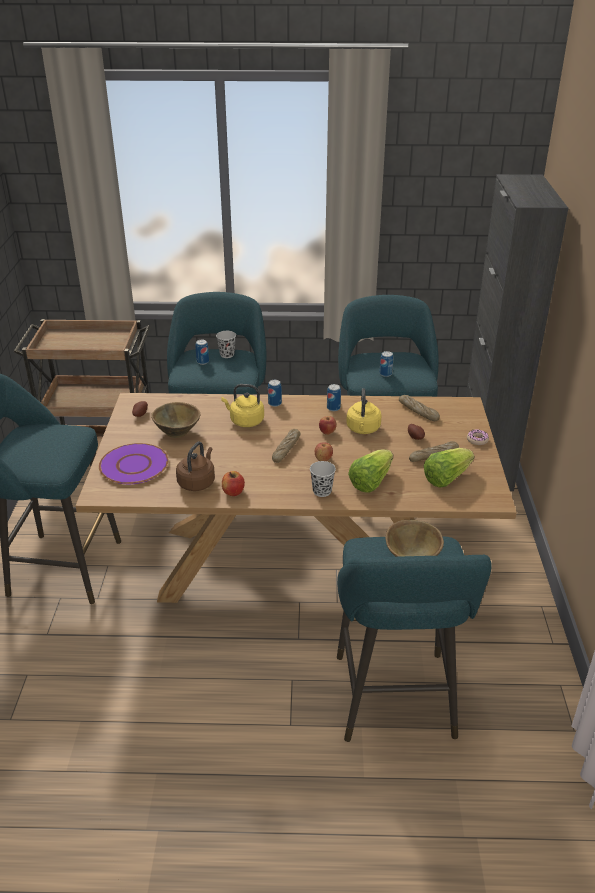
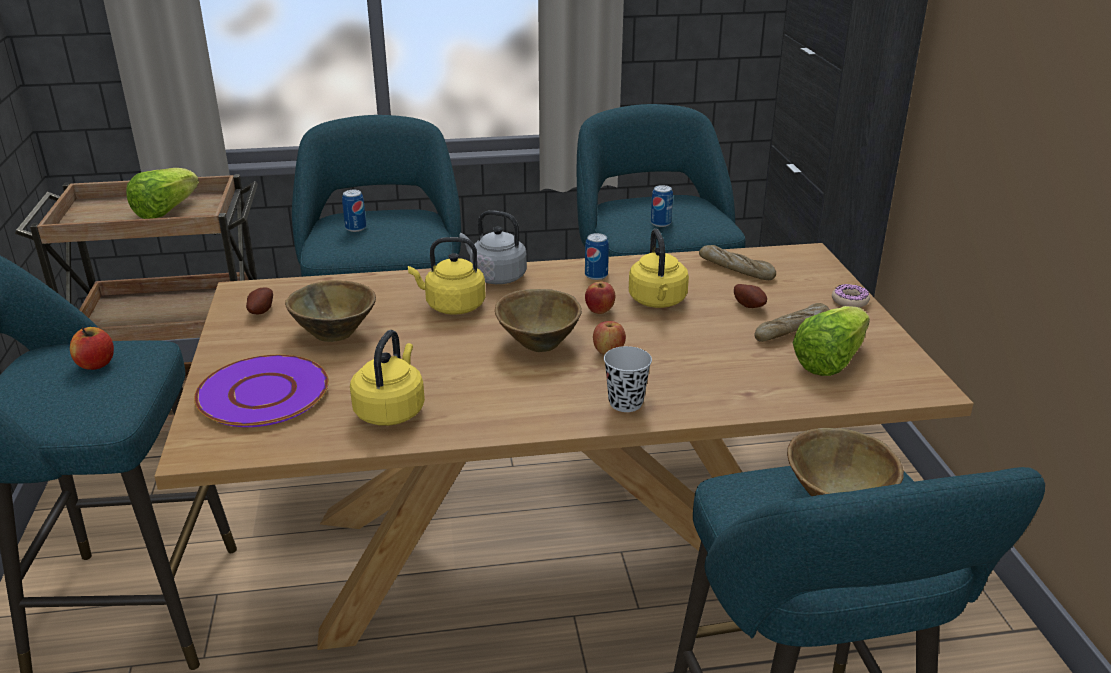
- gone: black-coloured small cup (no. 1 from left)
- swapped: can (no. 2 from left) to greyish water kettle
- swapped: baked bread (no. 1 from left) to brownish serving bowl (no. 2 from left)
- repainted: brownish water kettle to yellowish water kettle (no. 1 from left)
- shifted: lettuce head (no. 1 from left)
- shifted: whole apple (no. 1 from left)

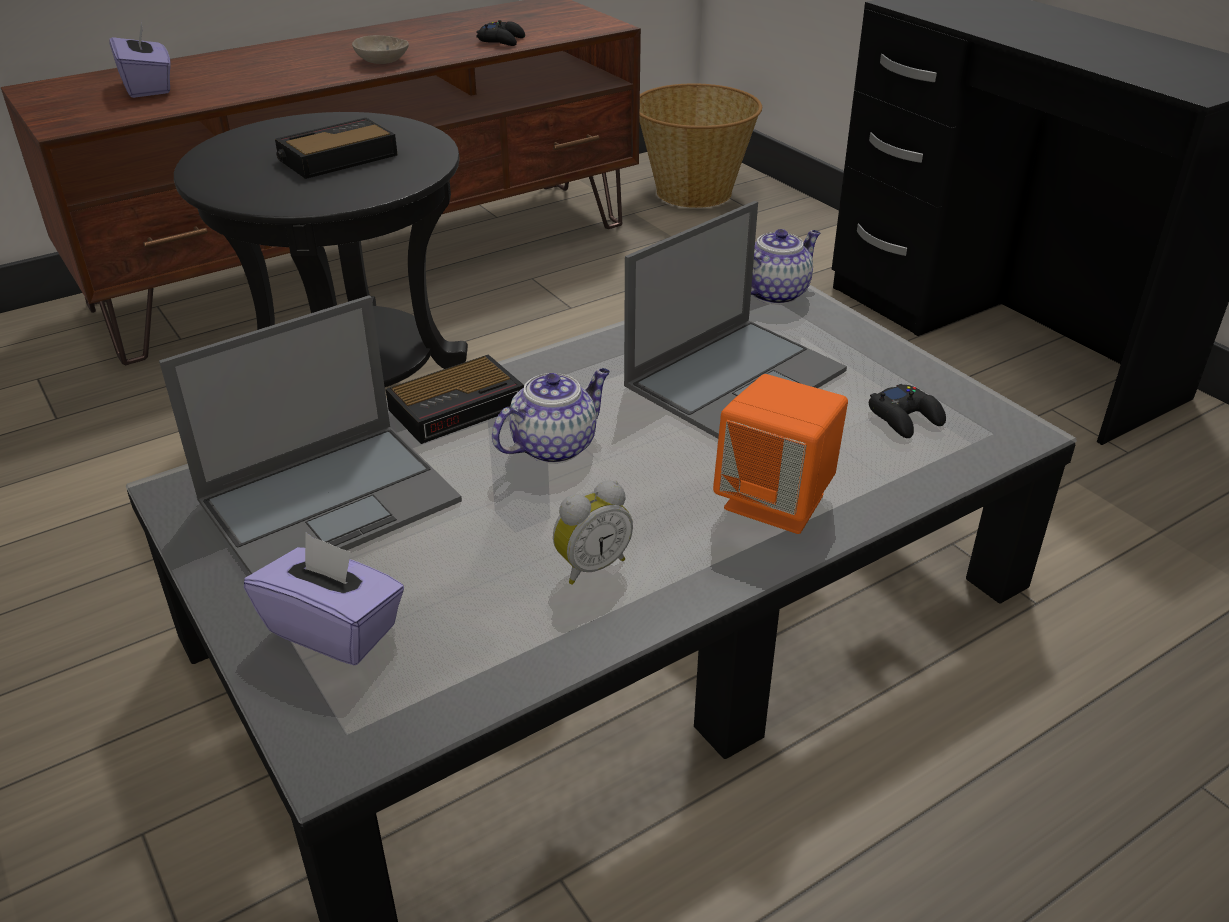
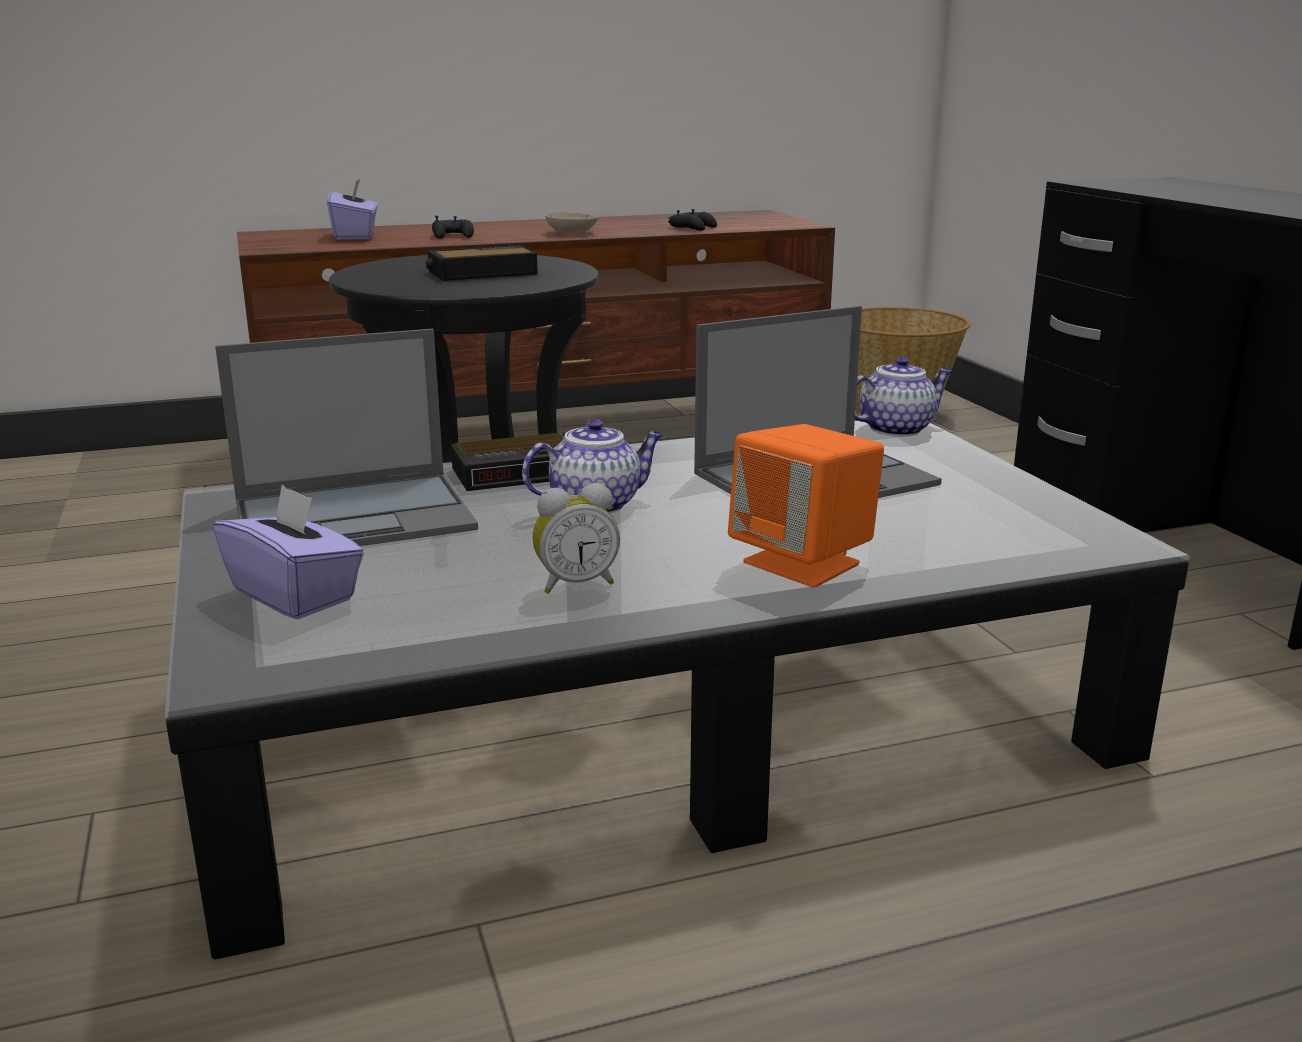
- shifted: black-coloured joypad (no. 2 from left in the first image) to black-coloured joypad (no. 1 from left)

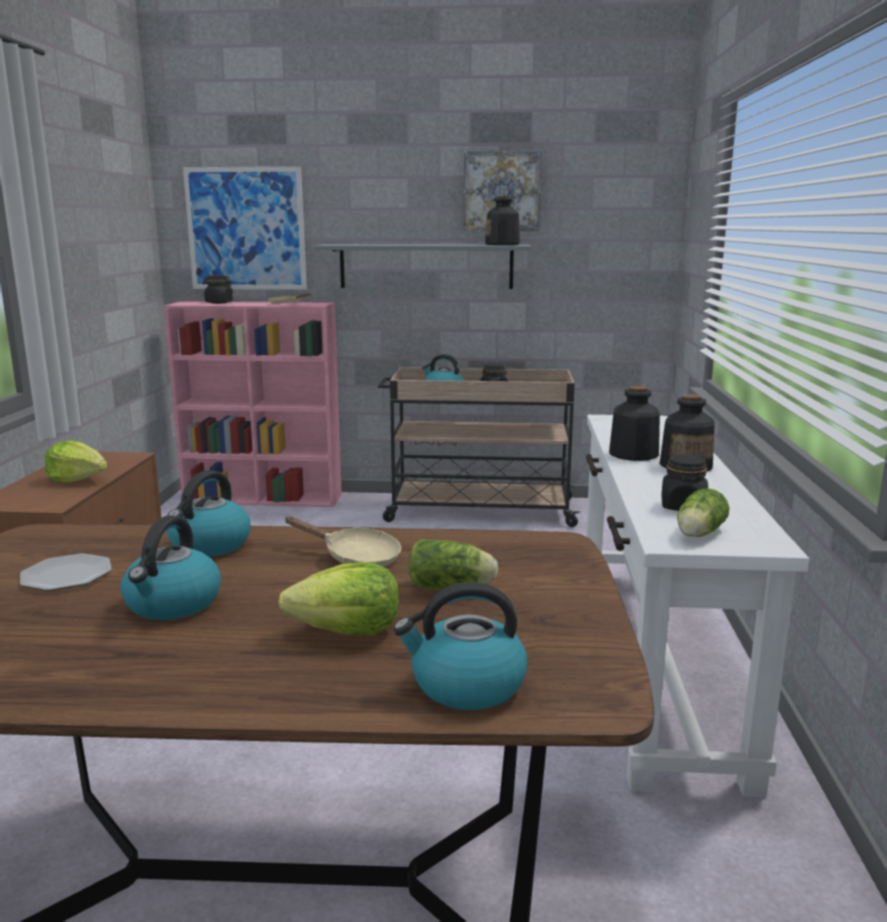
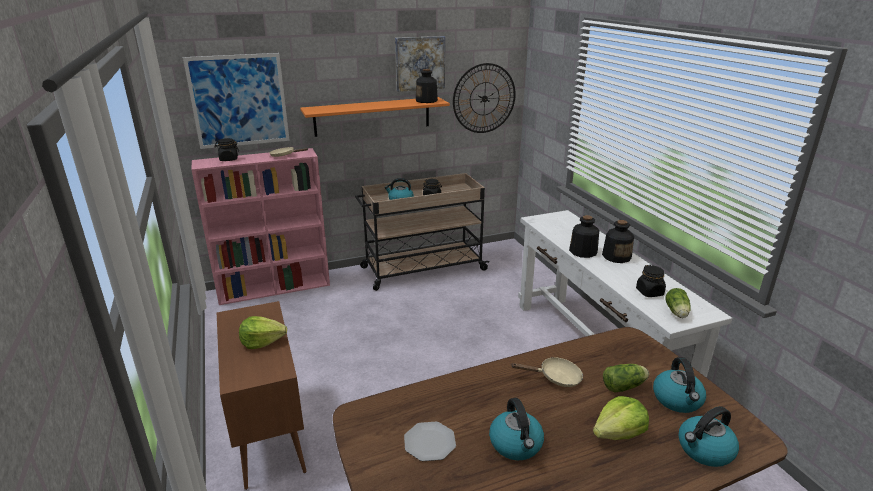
- repainted: greyish wall shelf to orange-coloured wall shelf
- shifted: water kettle (no. 2 from left in the first image) to water kettle (no. 3 from left)
- new: wall clock

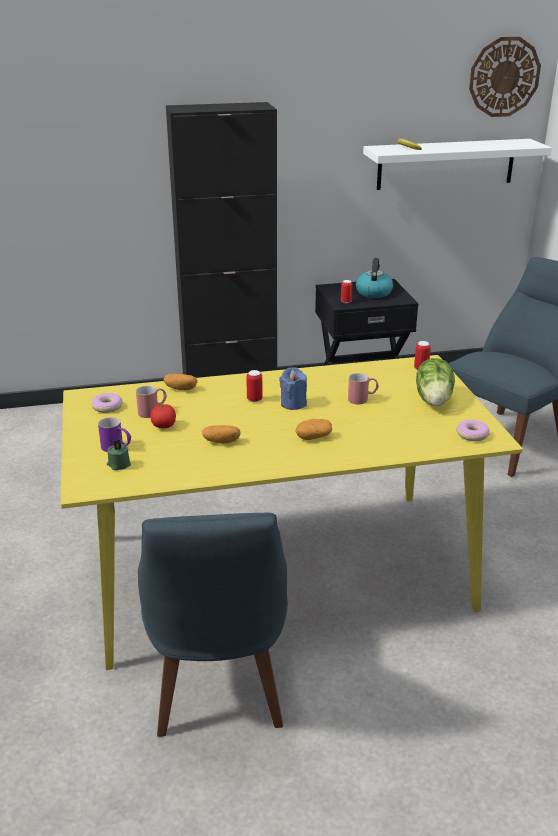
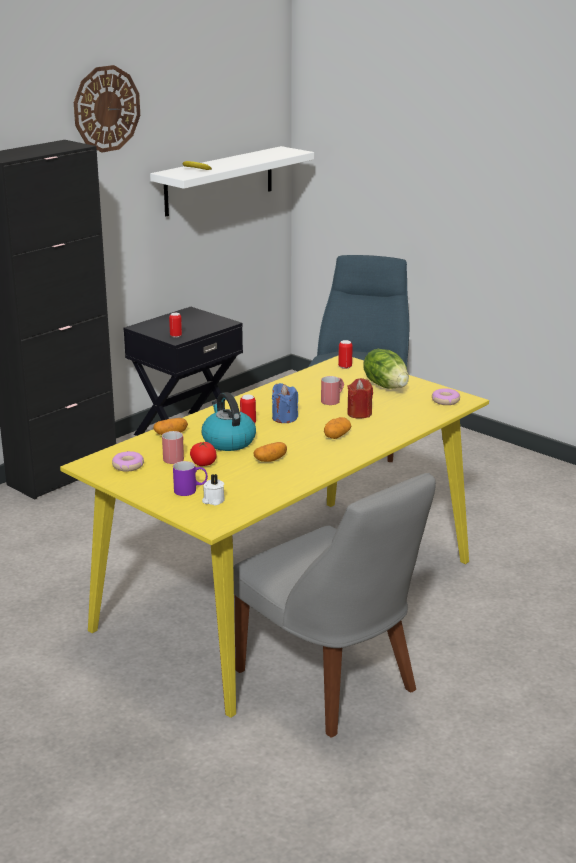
- shifted: wall clock
- shifted: water kettle
- repainted: greenish candle to white-coloured candle
- repainted: blue chair (no. 1 from left) to greyish chair
- new: red-coloured candle

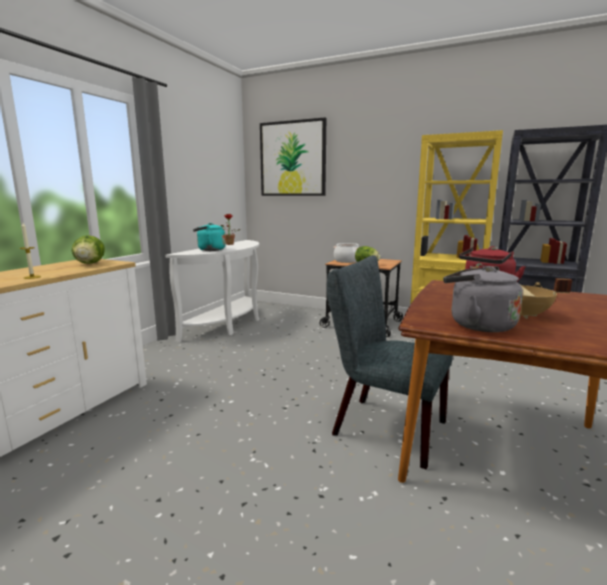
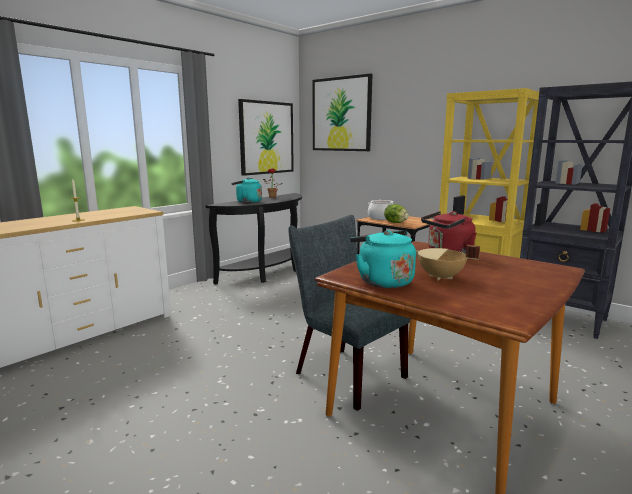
- gone: lettuce head (no. 1 from left)
- repainted: white-coloured hall table to black-coloured hall table
- repainted: greyish water kettle to turquoise-coloured water kettle (no. 2 from left)
- new: wall picture (no. 1 from left)

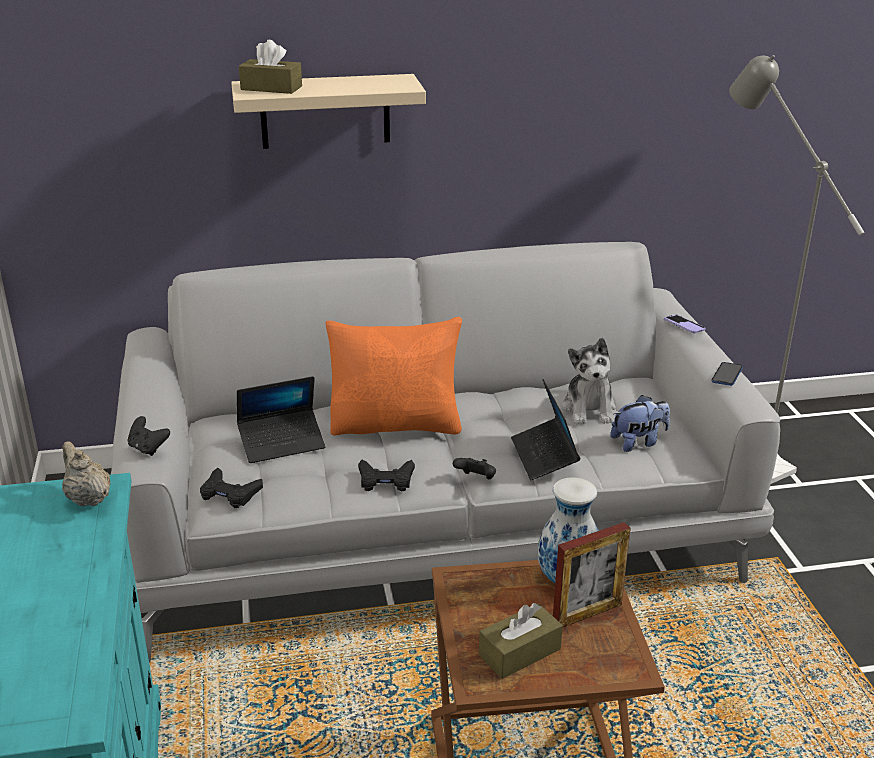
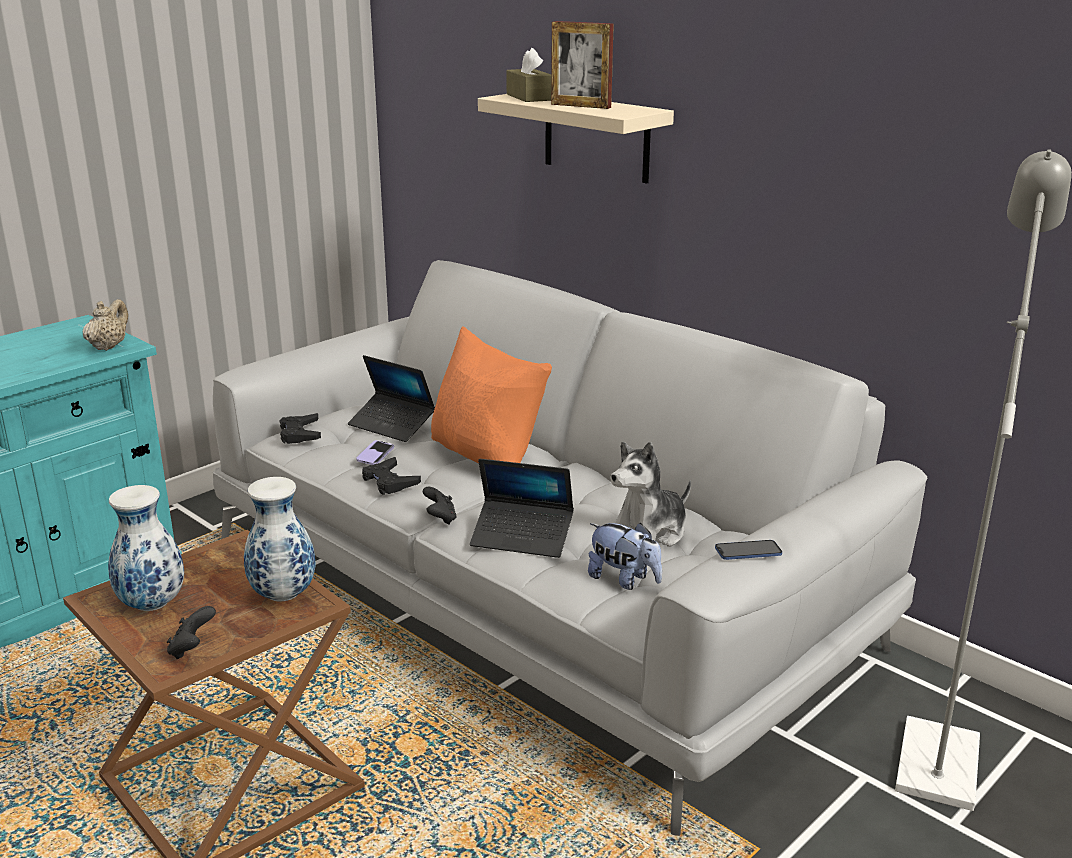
- shifted: telephone (no. 1 from left)
- rotated: portable computer (no. 2 from left) 120 degrees counterclockwise
- shifted: black-coloured joypad (no. 1 from left)
- shifted: standing frame
- swapped: brownish tissue box (no. 2 from left) to vase (no. 1 from left)

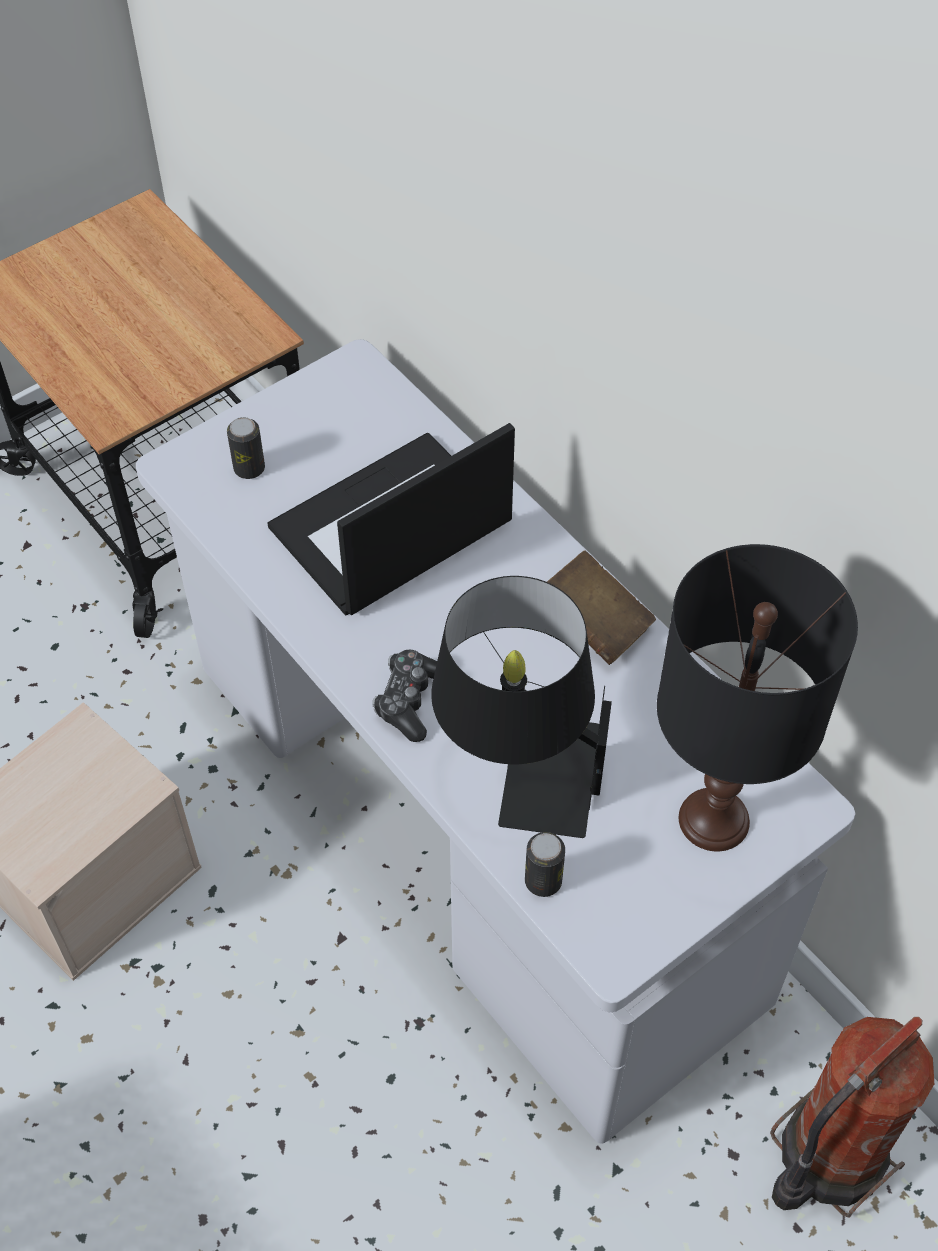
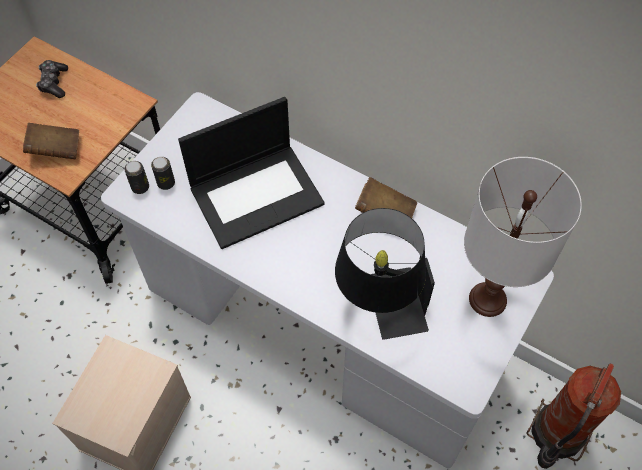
- rotated: portable computer 150 degrees counterclockwise
- repainted: black-coloured lamp for a table (no. 2 from left) to white-coloured lamp for a table
- shifted: joypad
- shifted: can (no. 2 from left in the first image) to can (no. 1 from left)
- new: brownish book (no. 1 from left)

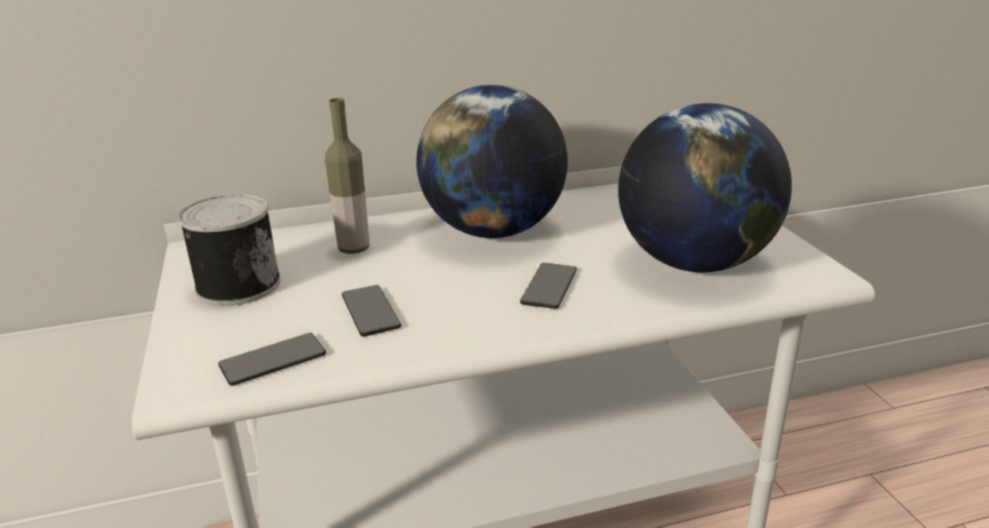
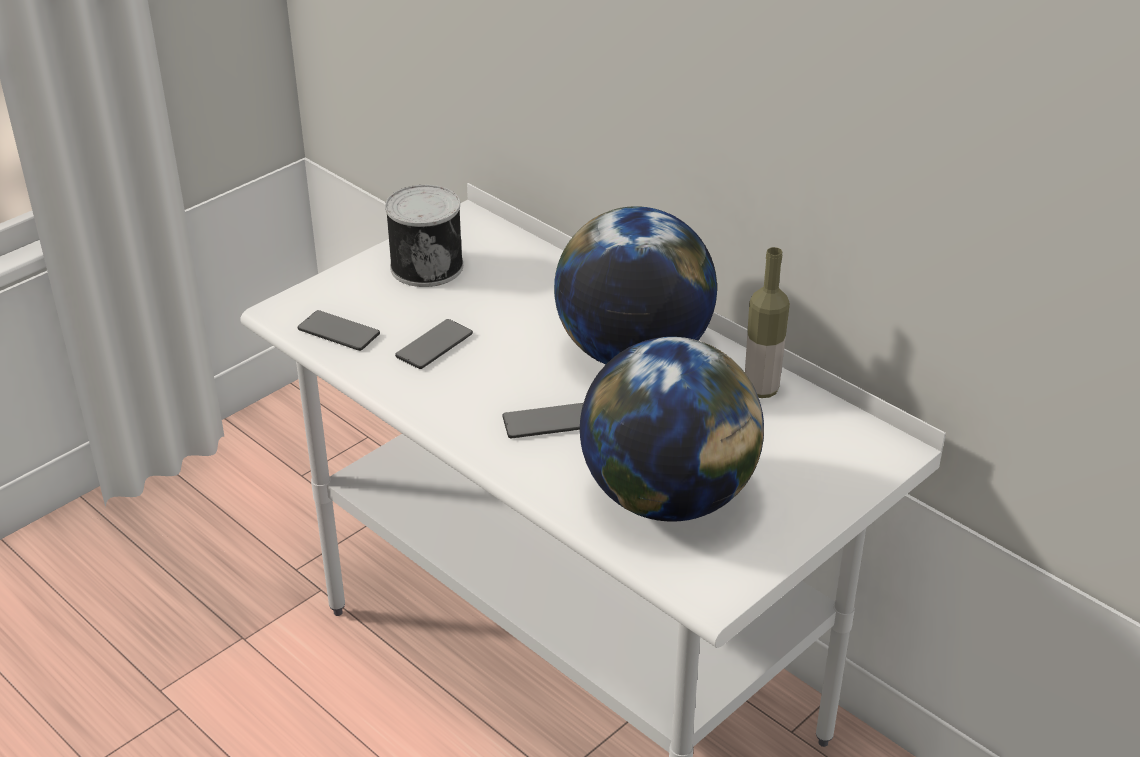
- shifted: beverage bottle

